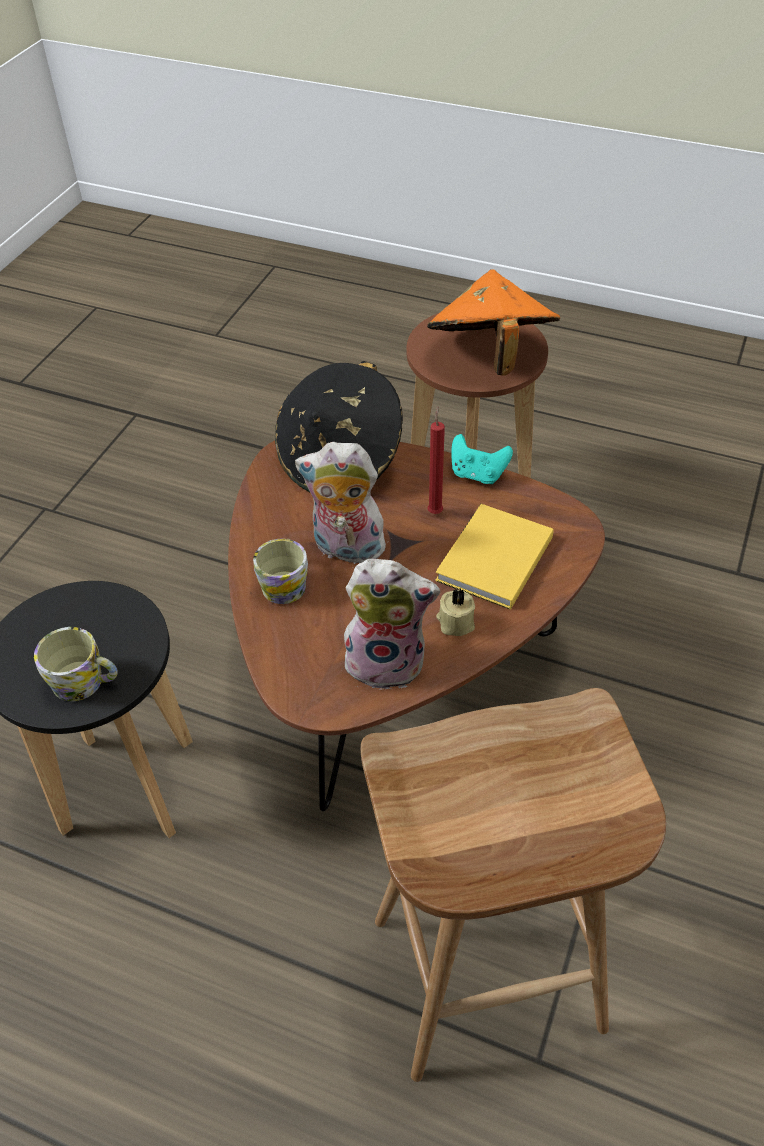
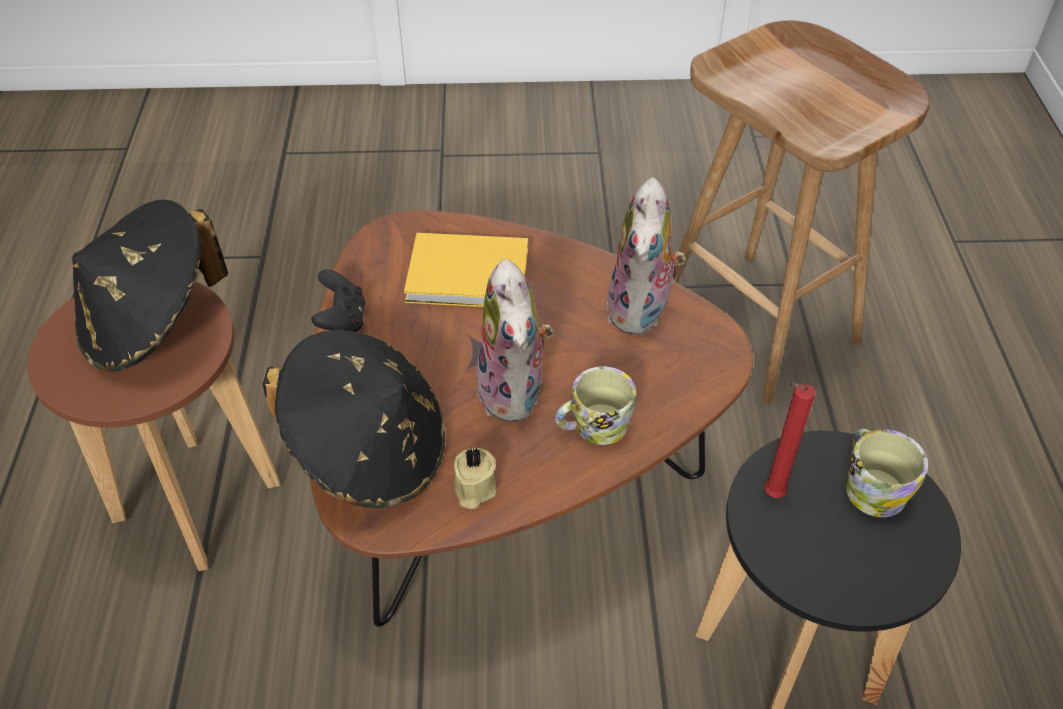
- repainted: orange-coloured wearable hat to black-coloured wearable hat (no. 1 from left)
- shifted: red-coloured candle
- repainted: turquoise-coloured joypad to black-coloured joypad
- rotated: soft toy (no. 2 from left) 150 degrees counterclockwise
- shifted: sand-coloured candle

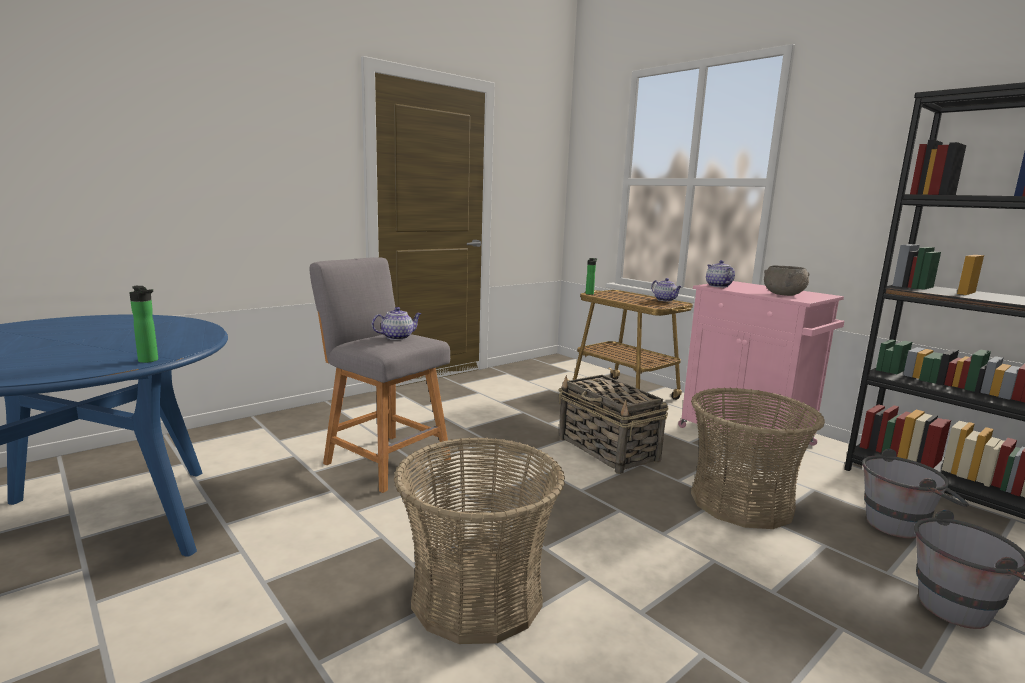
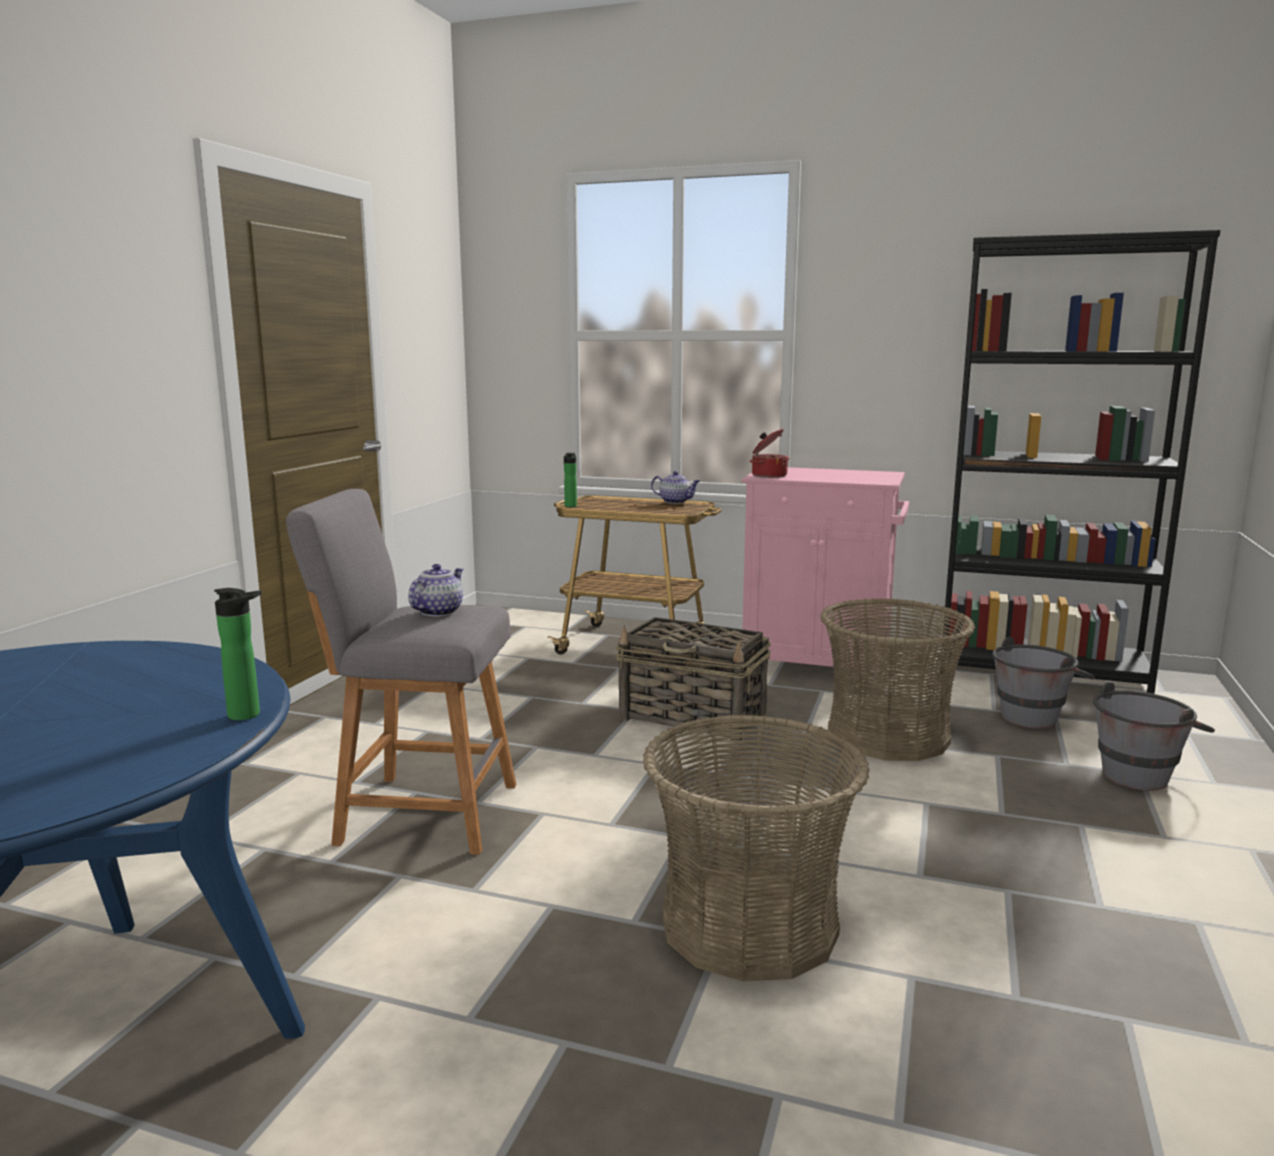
- swapped: tea pot (no. 3 from left) to stockpot
- gone: greyish serving bowl

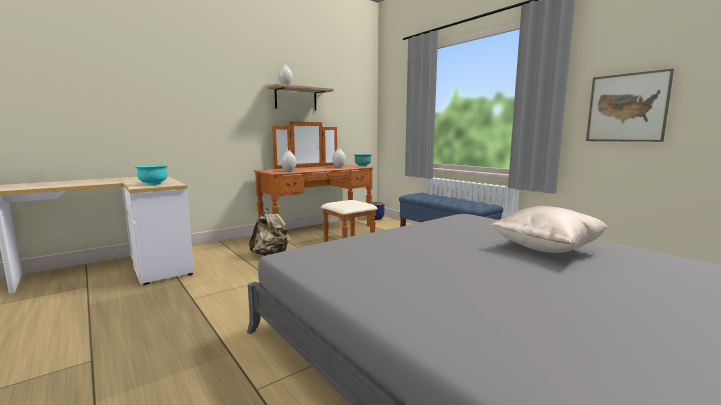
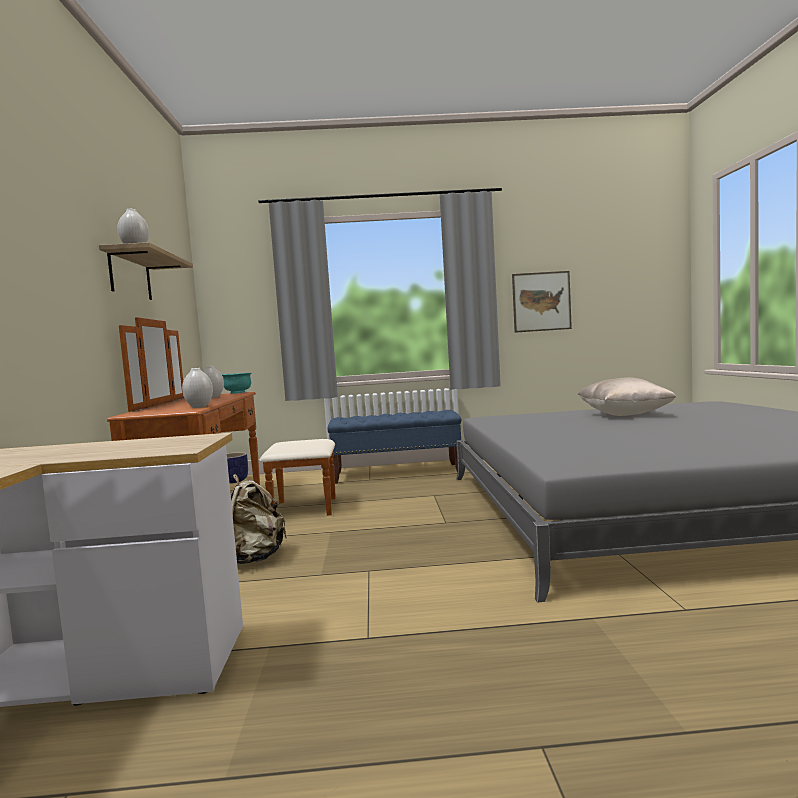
- gone: turquoise-coloured serving bowl (no. 1 from left)

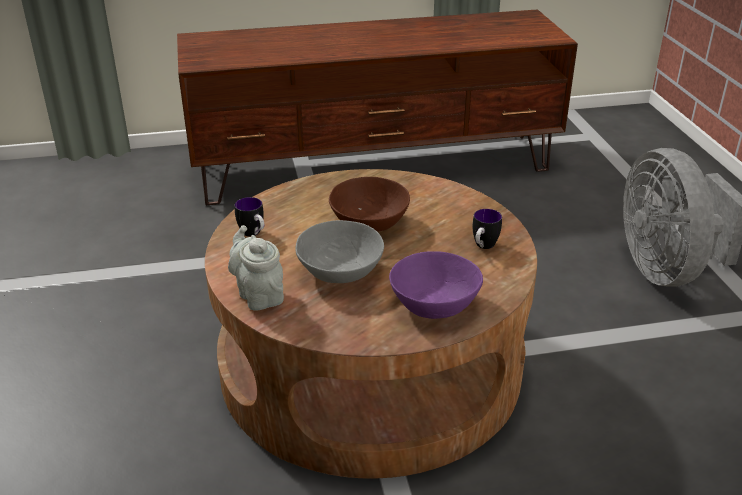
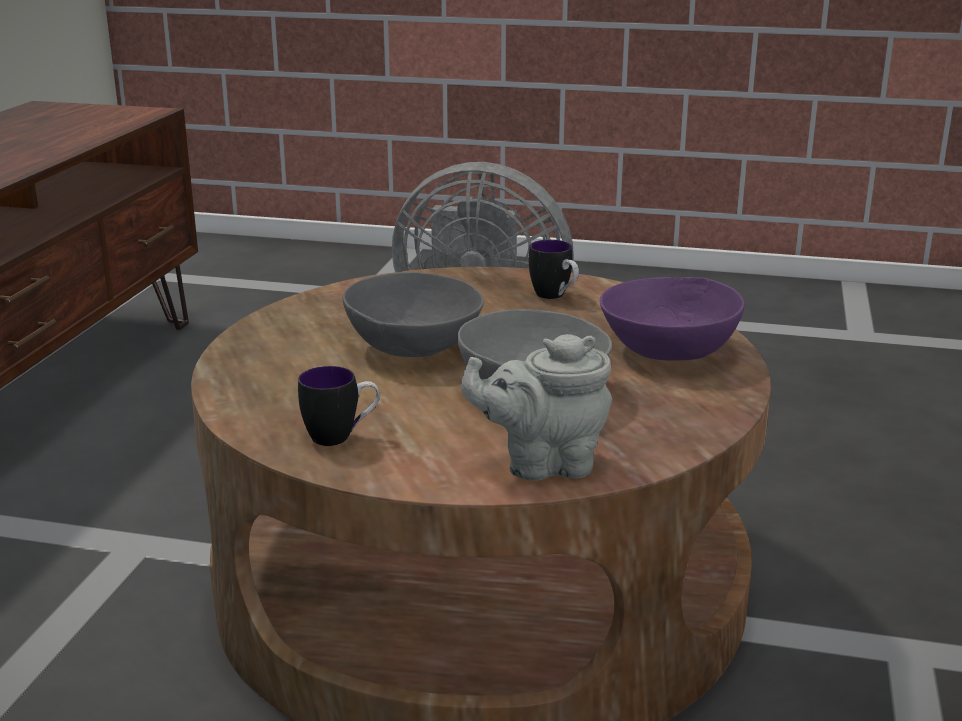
- repainted: brownish serving bowl to greyish serving bowl (no. 1 from left)

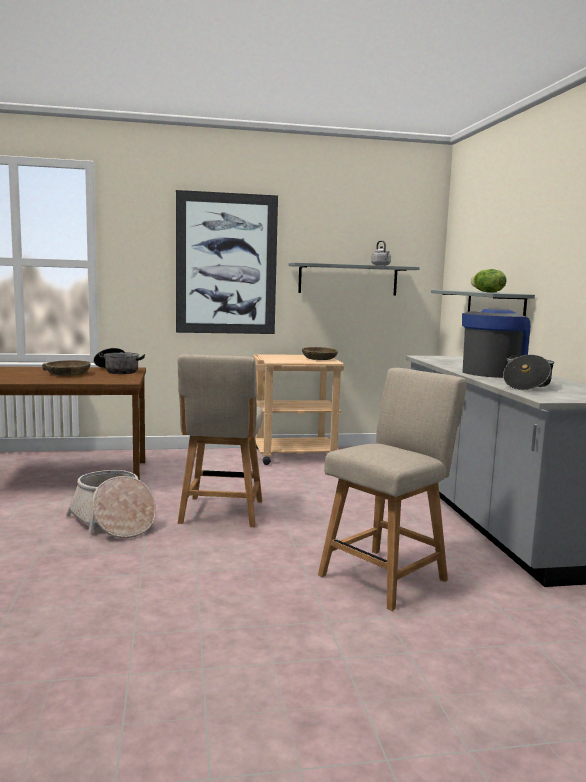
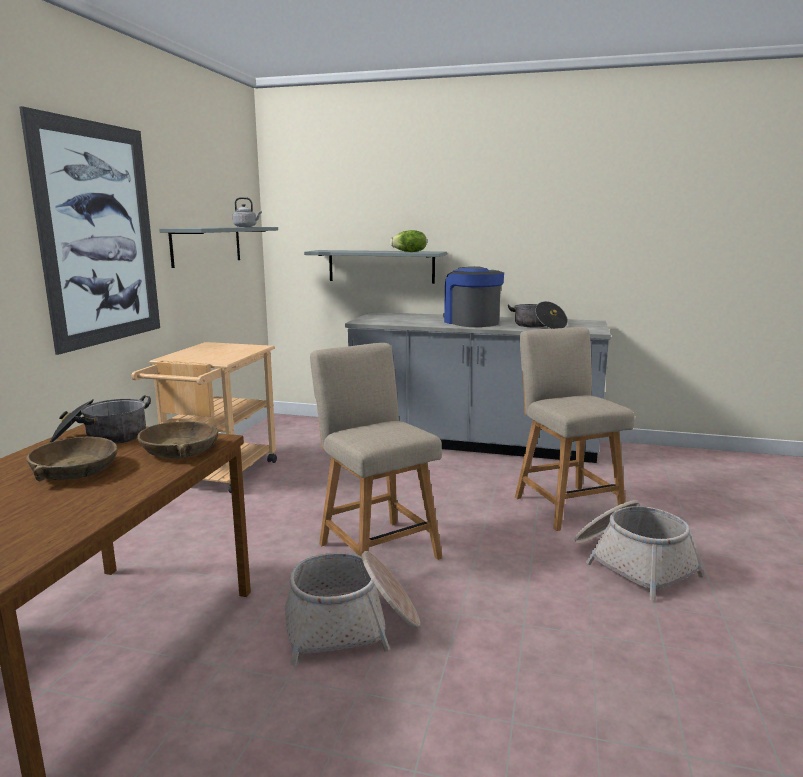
- shifted: brownish serving bowl (no. 2 from left)
- rotated: sand-coloured chair (no. 1 from left) 150 degrees counterclockwise
- new: storage basket (no. 2 from left)

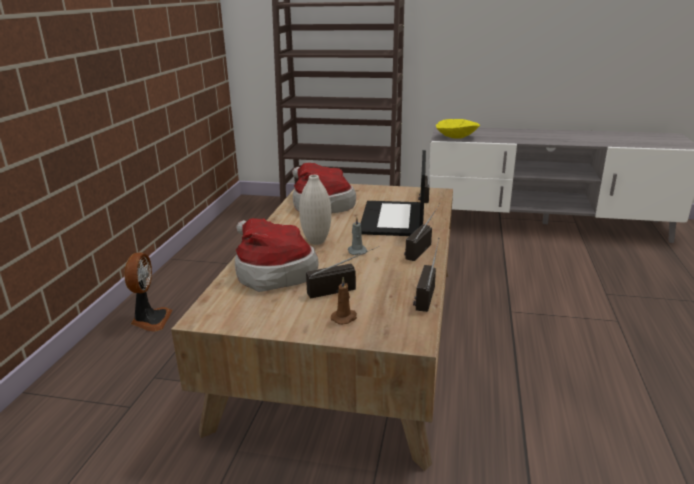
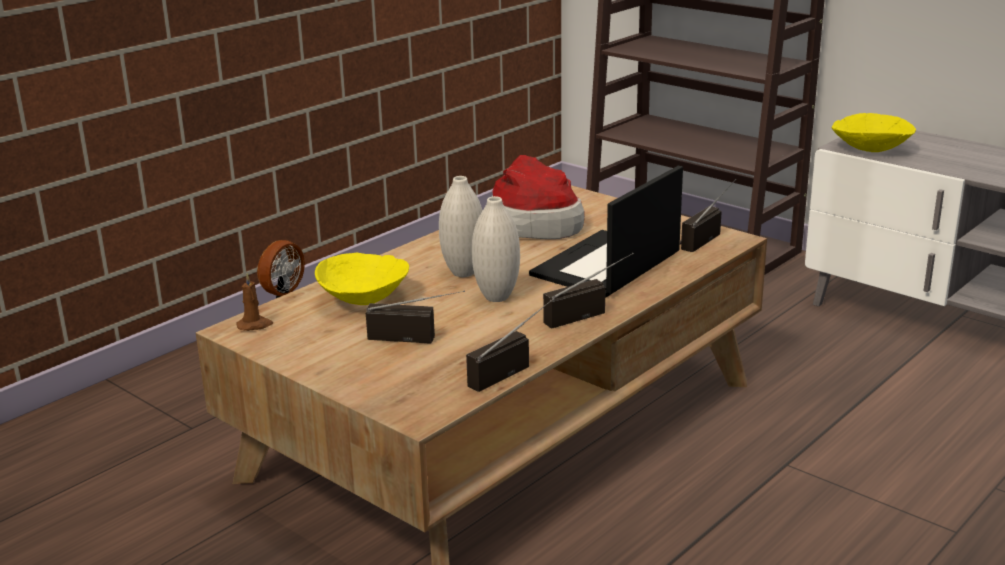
- swapped: greyish candle to white-coloured vase (no. 2 from left)
- swapped: wearable hat (no. 1 from left) to yellowish serving bowl (no. 1 from left)
- shifted: brownish candle

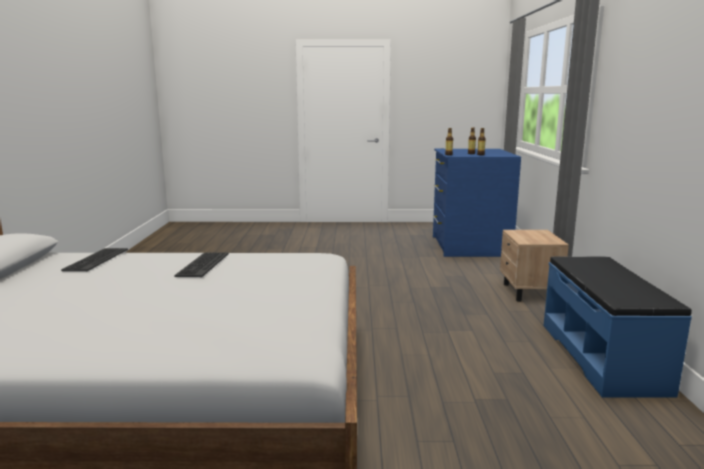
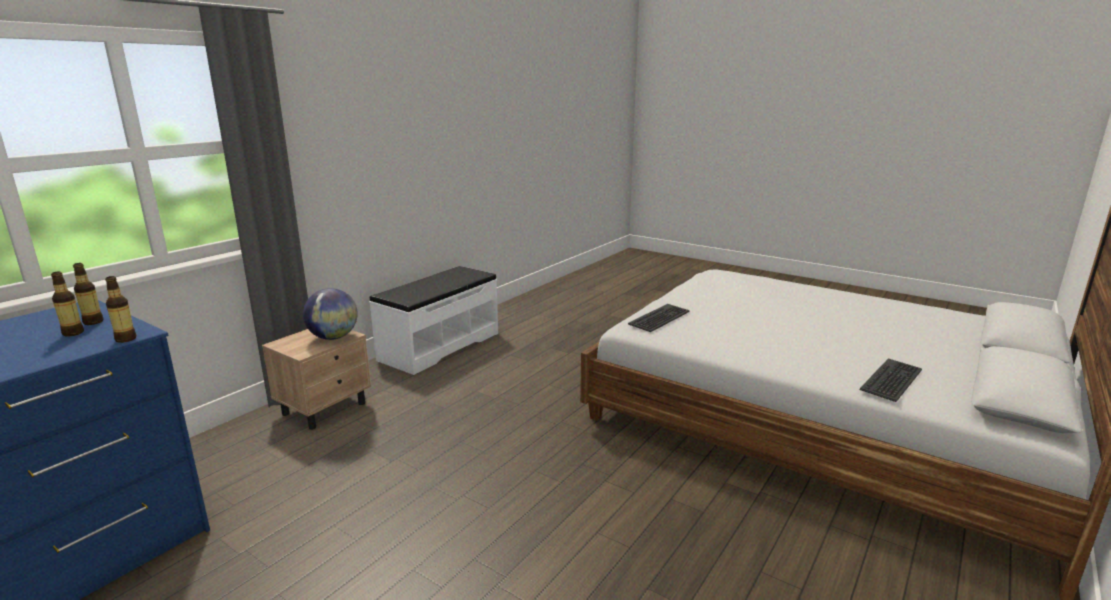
- shifted: computer keyboard (no. 2 from left in the first image) to computer keyboard (no. 1 from left)
- repainted: blue bench to white-coloured bench
- new: desk globe

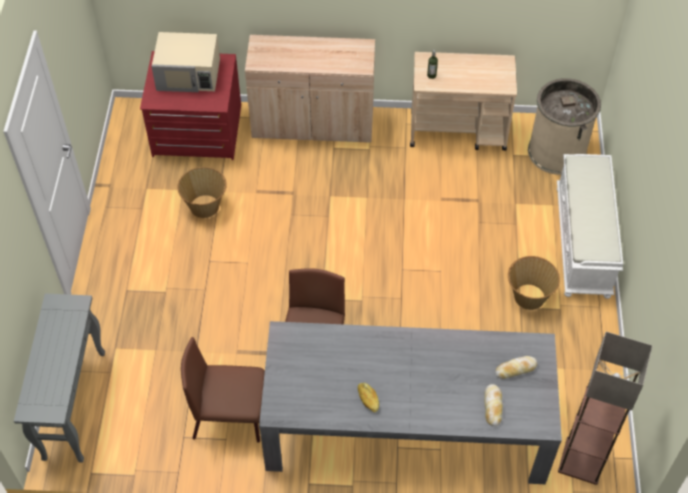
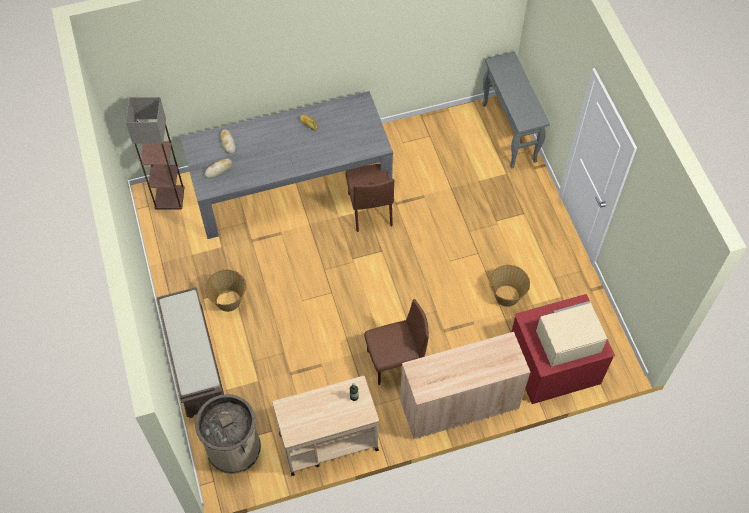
- repainted: white-coloured bench to brownish bench
- shifted: brownish chair (no. 1 from left in the first image) to brownish chair (no. 2 from left)

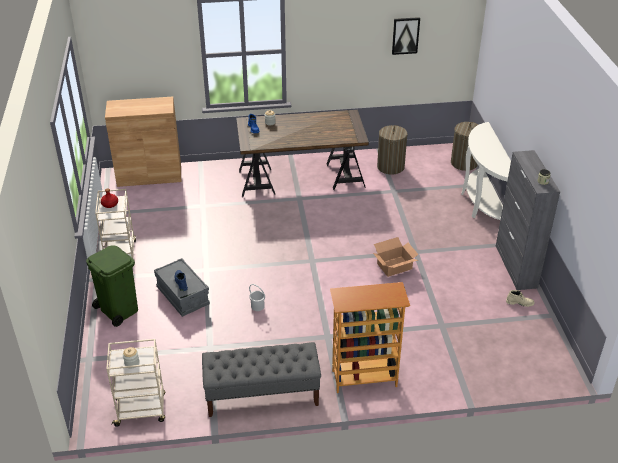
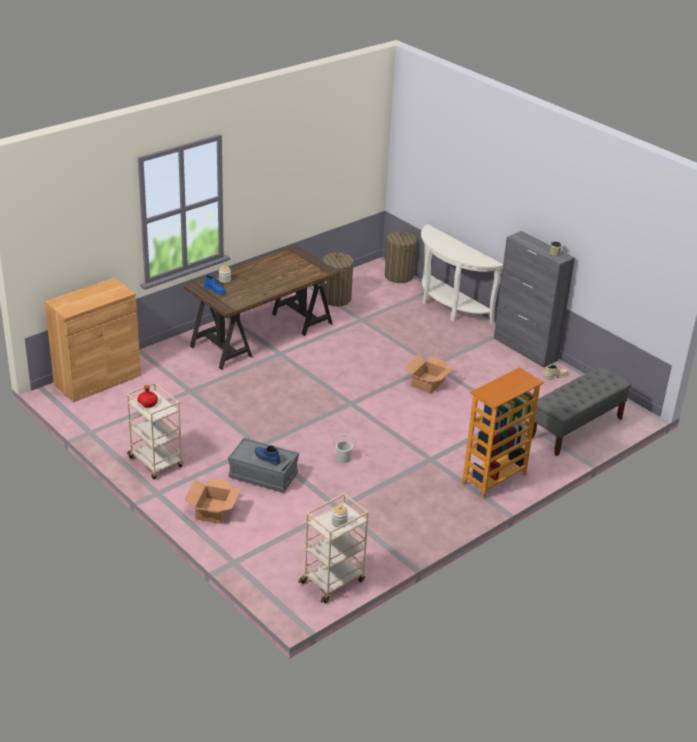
- gone: wall picture
- swapped: greenish rubbish bin to cardboard box (no. 1 from left)
- shifted: greyish bench

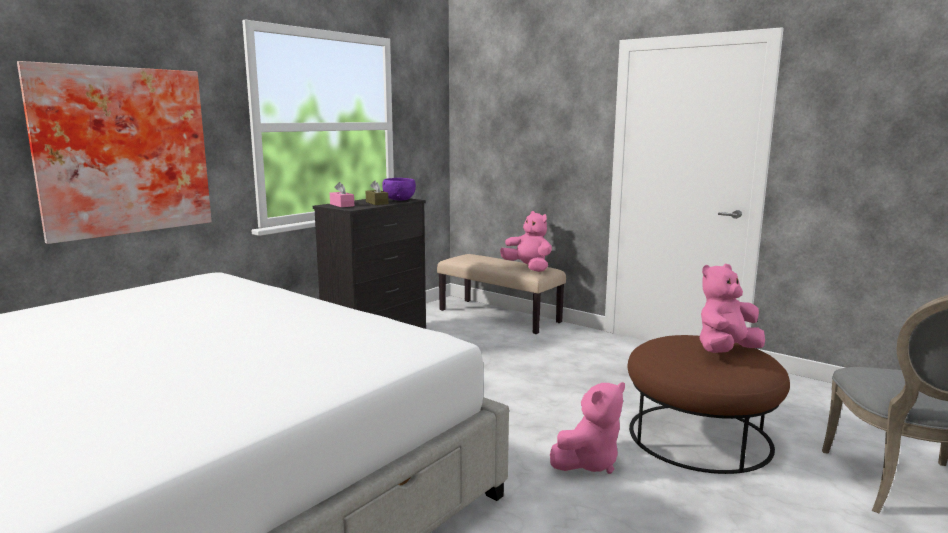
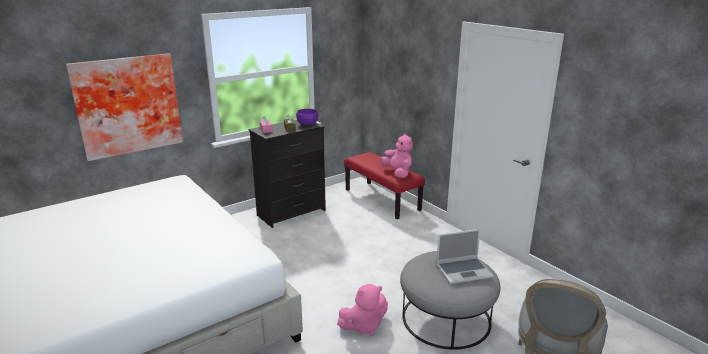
- repainted: sand-coloured bench to red-coloured bench
- swapped: pink soft toy (no. 3 from left) to portable computer
- repainted: brownish ottoman to greyish ottoman

